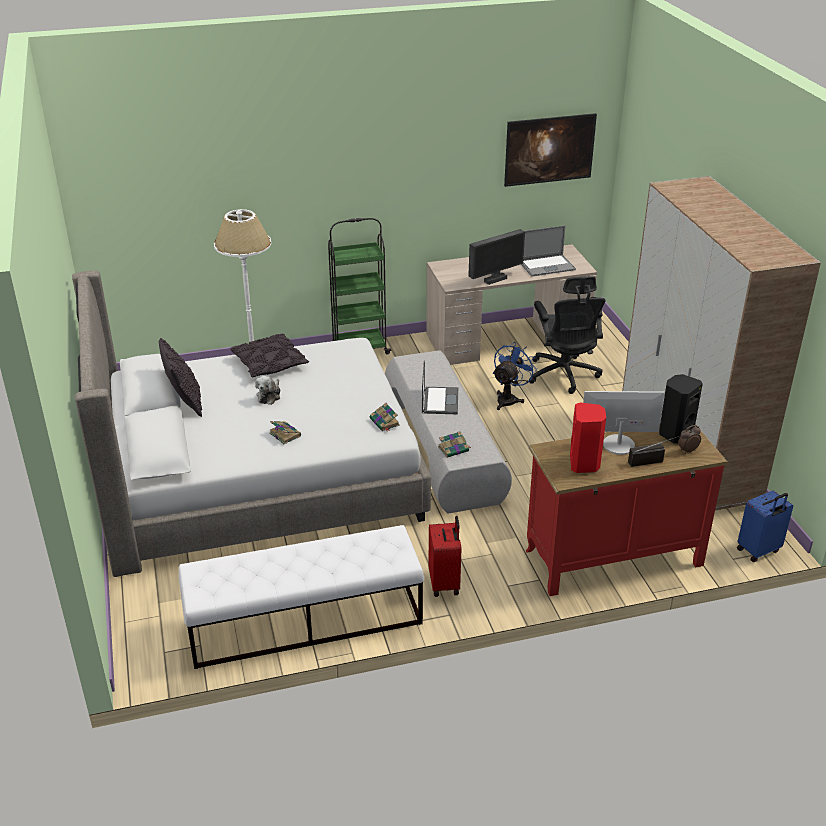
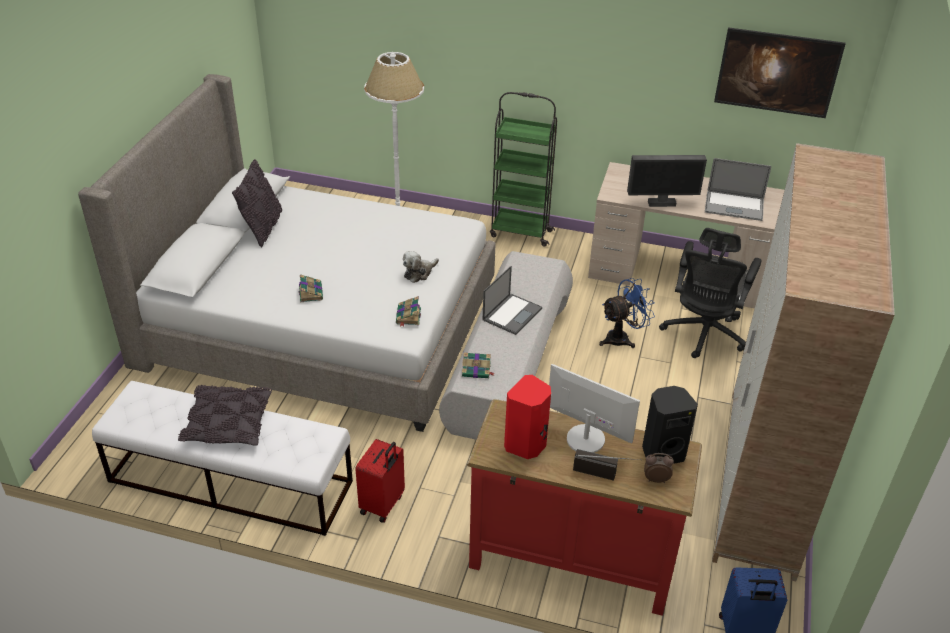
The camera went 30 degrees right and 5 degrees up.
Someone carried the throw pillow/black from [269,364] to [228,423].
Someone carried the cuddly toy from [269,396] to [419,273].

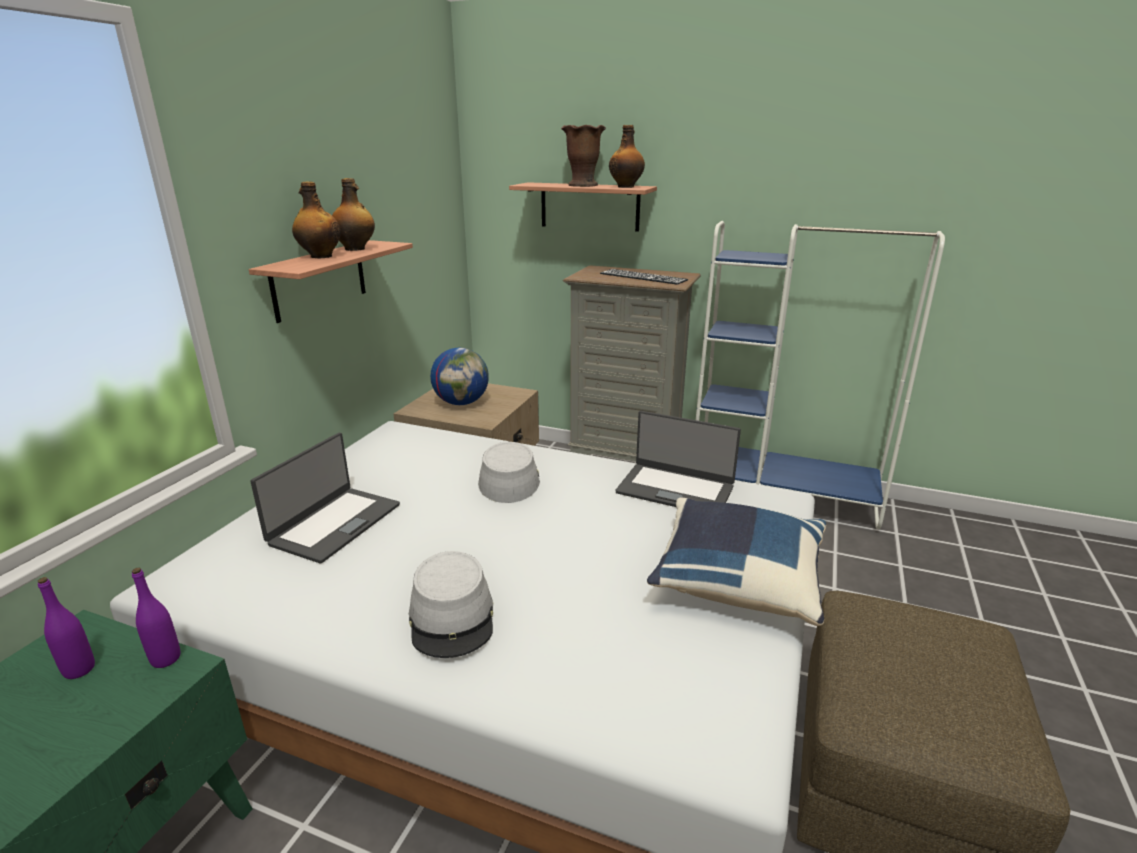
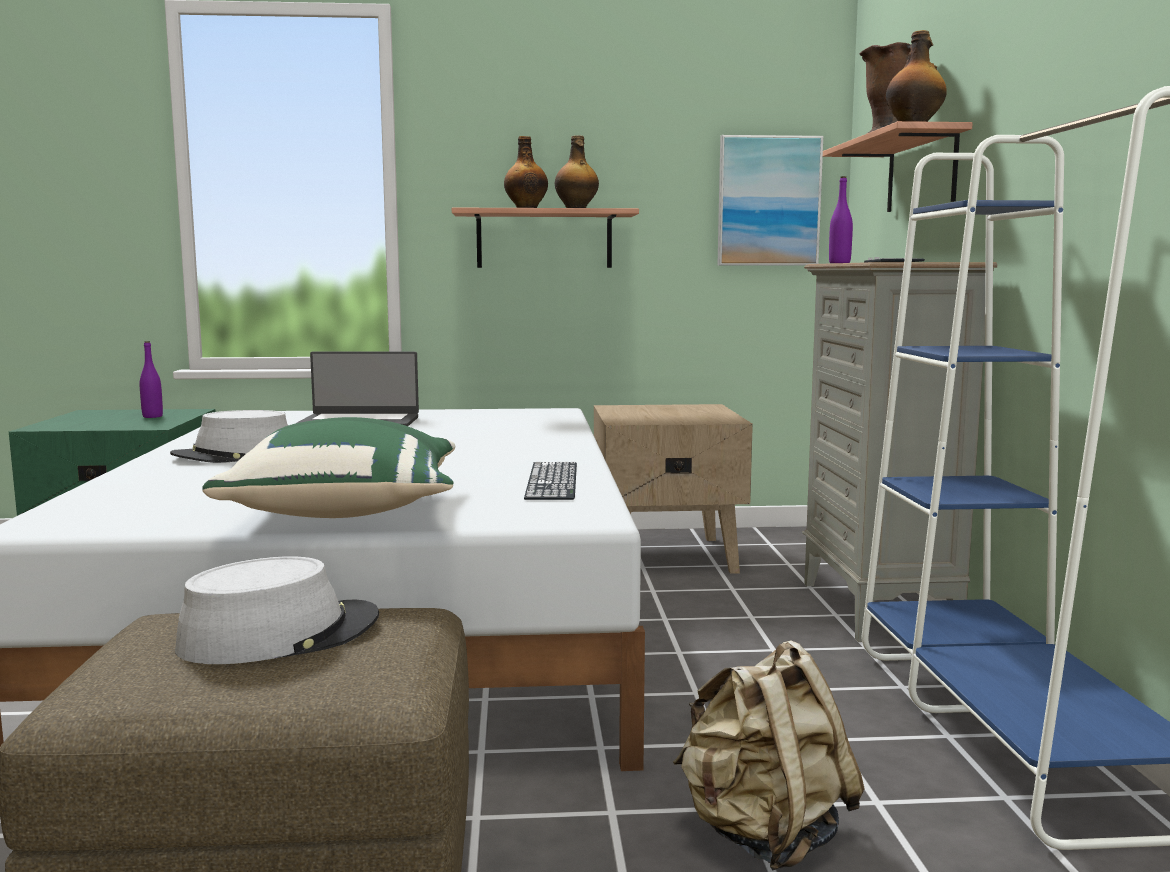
The camera went 65 degrees right and 15 degrees down.
Someone took away the desk globe at [462,403].
Someone swapped the notebook computer at [675,489] for the computer keyboard at [552,480].
Someone carried the wearable hat/grey from [508,479] to [280,634].
Someone repainted the throw pillow/blue at [736,580], which became the throw pillow/green-coloured at [348,511].
Someone carried the drink bottle/purplish from [166,659] to [839,263].
Someone put up the wall art at [768,201].
Someone put down the rucksack/beige at [764,835].

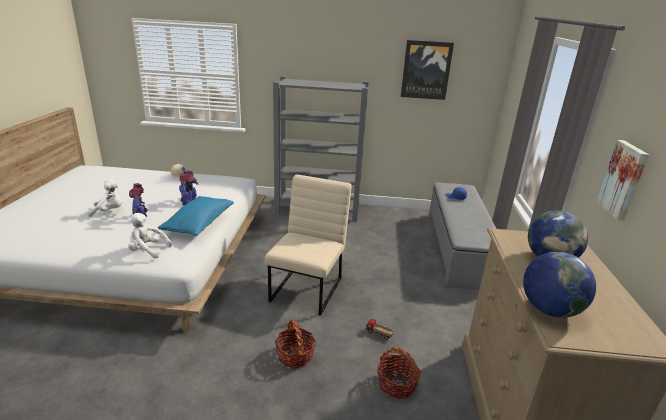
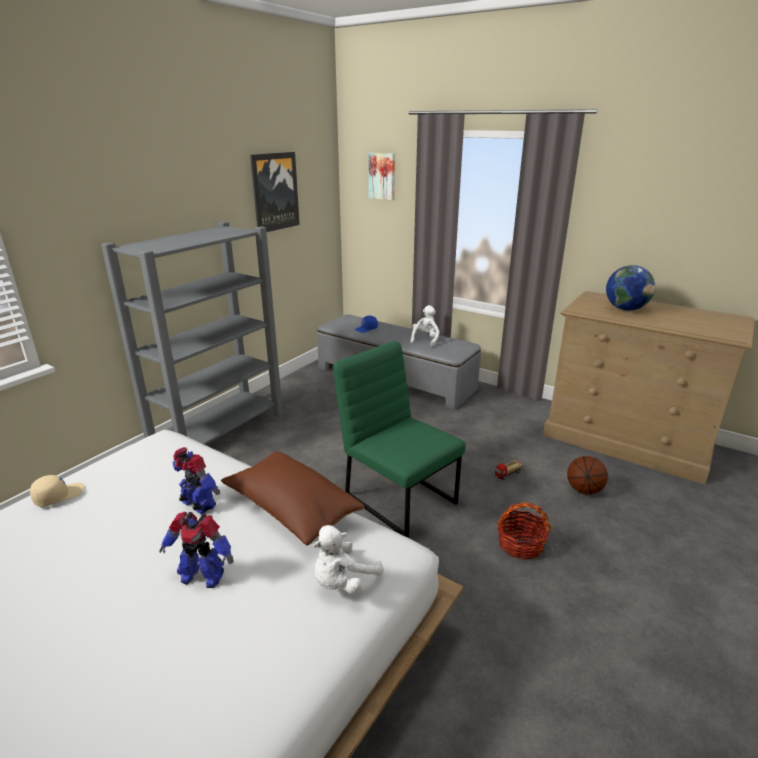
The camera went 60 degrees left and 0 degrees up.
Someone carried the wall art from [624,179] to [382,176].
Someone repainted the plain chair/beige at [308,288], which became the plain chair/green-coloured at [398,497].
Someone carried the cuddly toy/whitish from [109,211] to [425,340].
Someone repainted the throw pillow/blue at [199,224], which became the throw pillow/brown-coloured at [291,509].
Someone took away the desk globe at [549,309].
Someone swapped the basket at [396,384] for the basketball ball at [584,490].

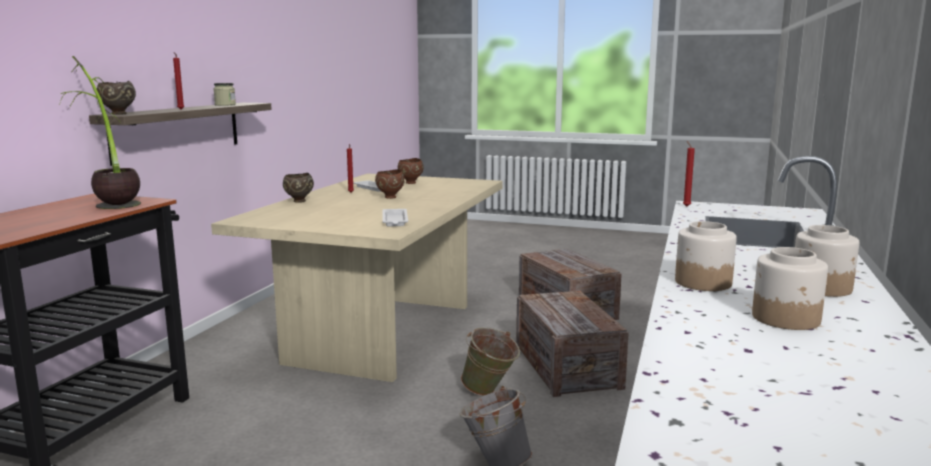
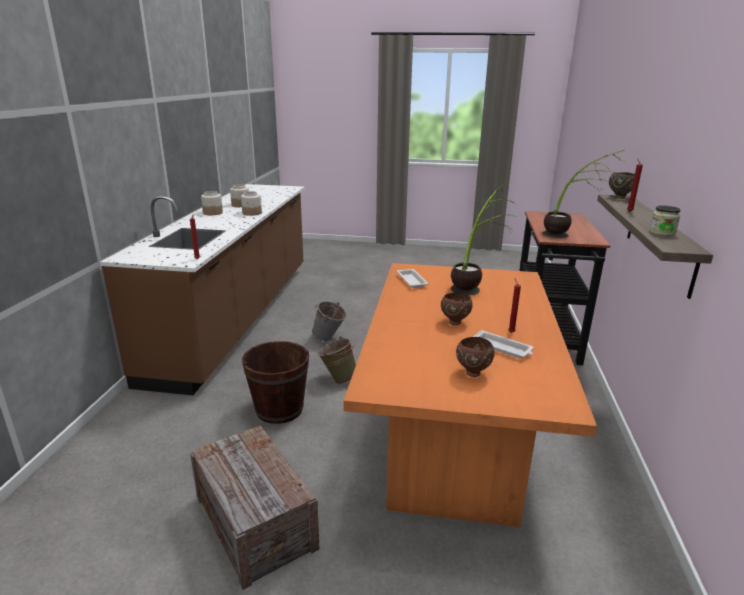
The camera went 170 degrees right and 10 degrees up.
Someone repainted the kitchen table/beige at [383,333], which became the kitchen table/orangey at [452,441].
Someone took away the serving bowl/brown-coloured at [298,201].
Someone swapped the shipping crate at [567,367] for the pail/brown-coloured at [279,409].
Someone put down the plant in a pot at [476,285].

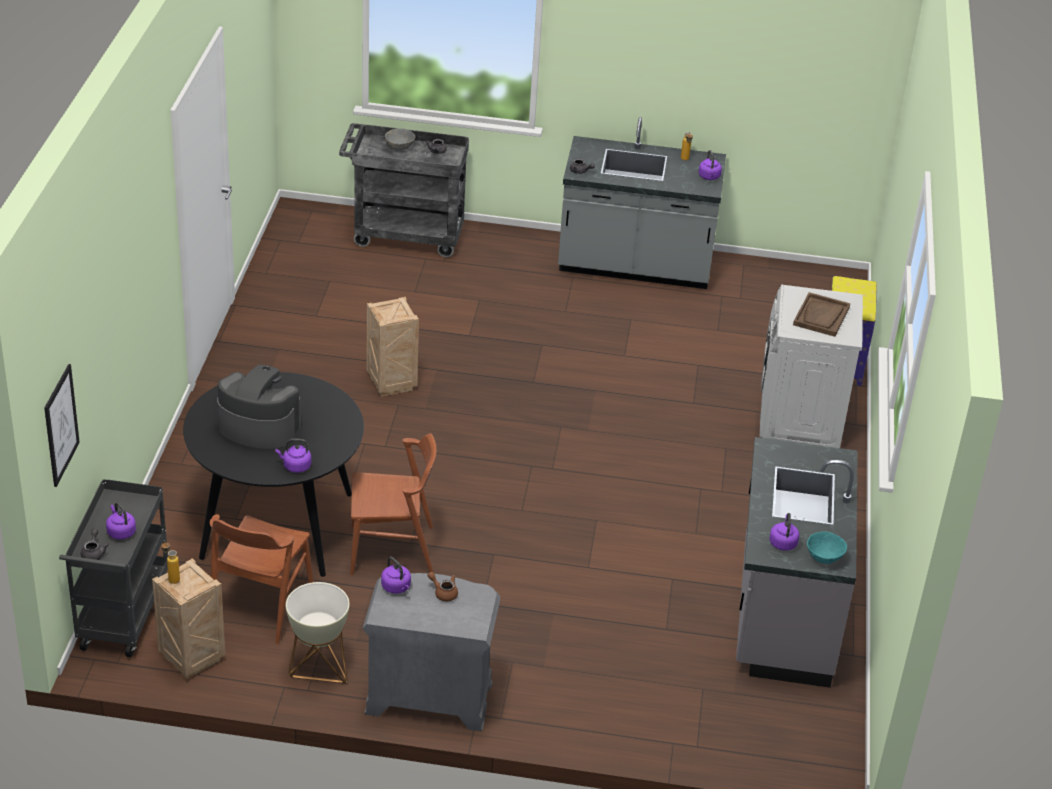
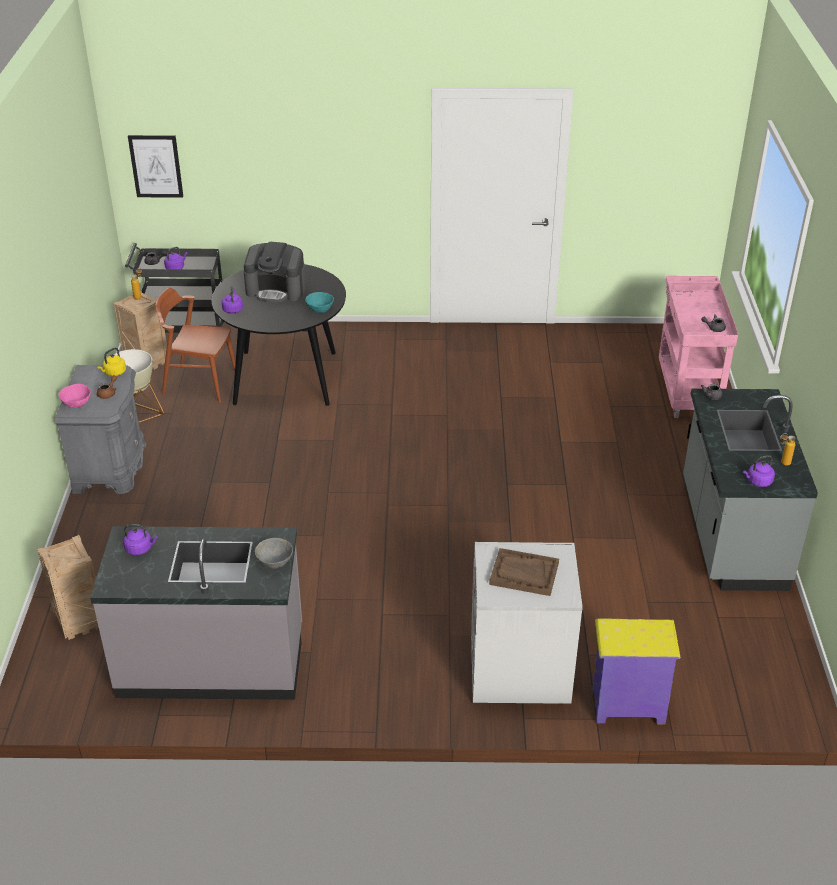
The camera went 85 degrees right and 0 degrees up.
Someone repainted the trolley/black at [403,240], which became the trolley/pink at [686,391].
Someone carried the serving bowl/grey from [399,147] to [275,562].
Someone carried the shipping crate from [390,383] to [81,621].
Someone rotated the coffee machine at [258,426] by 90 degrees clockwise.
Someone took away the plain chair/brown-coloured at [392,550].
Someone carried the serving bowl/turquoise from [824,557] to [320,309].
Someone repainted the tea kettle/purplish at [397,587], which became the tea kettle/yellow-coloured at [114,373].
Someone put down the serving bowl/pink at [76,404].

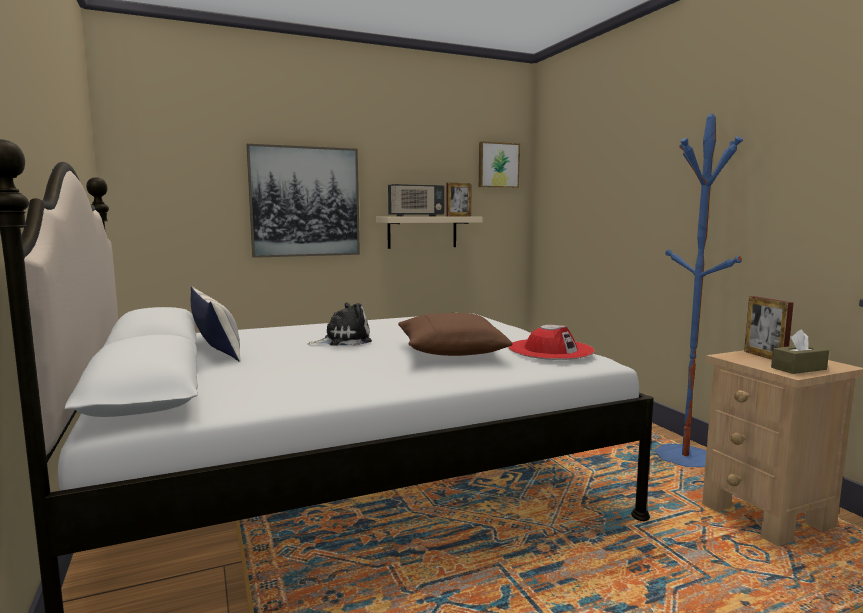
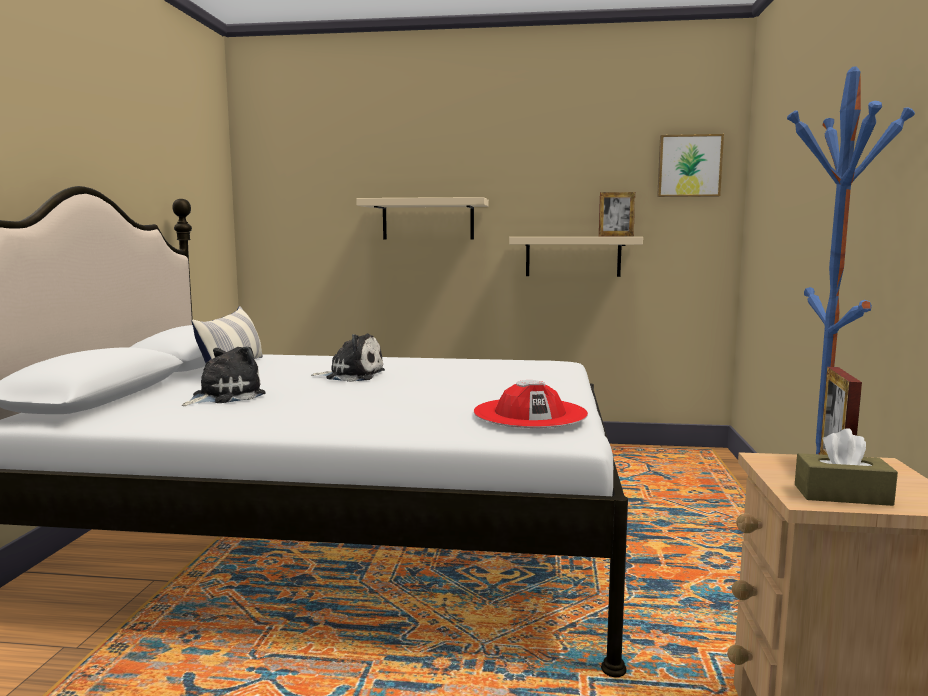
The camera went 30 degrees right and 0 degrees up.
Someone swapped the wall art at [305,202] for the wall shelf/beige at [428,219].
Someone took away the radio set at [416,216].
Someone took away the throw pillow/brown-coloured at [451,352].
Someone put down the cuddly toy at [224,396].

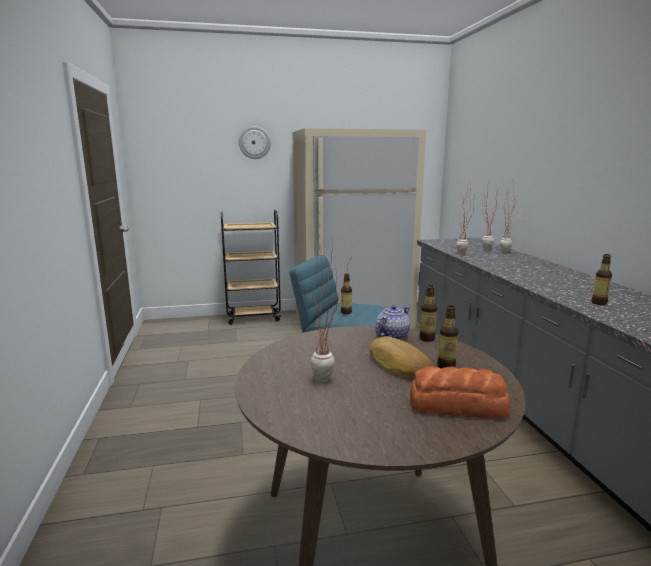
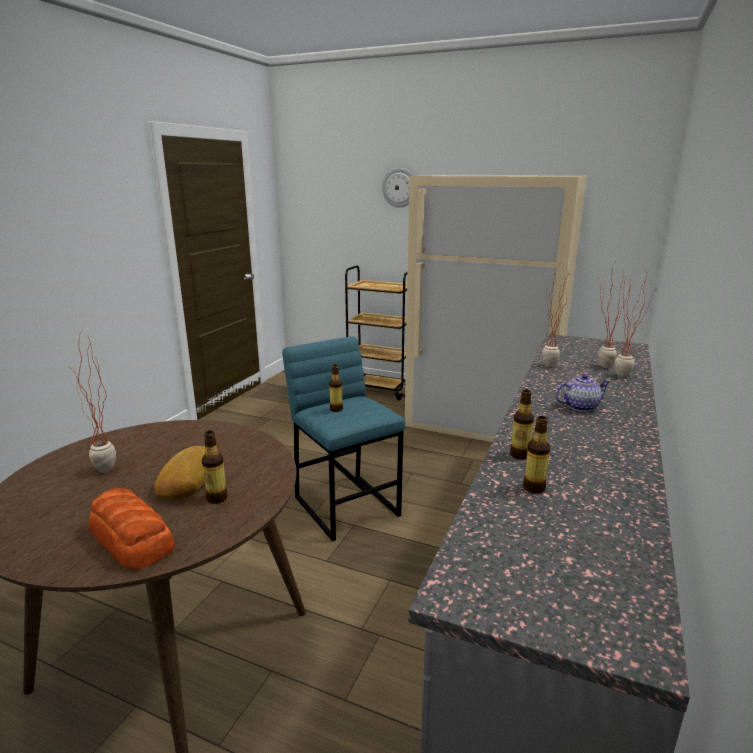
The camera went 35 degrees right and 5 degrees up.
Someone carried the drink bottle from [427,339] to [520,455].
Someone carried the tea pot from [391,336] to [579,406].

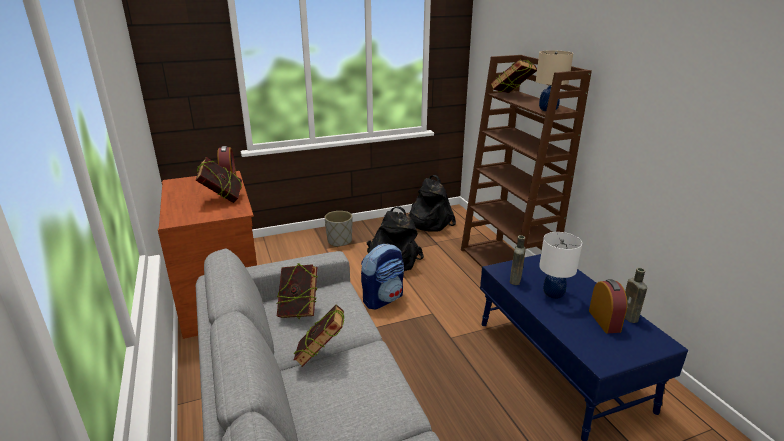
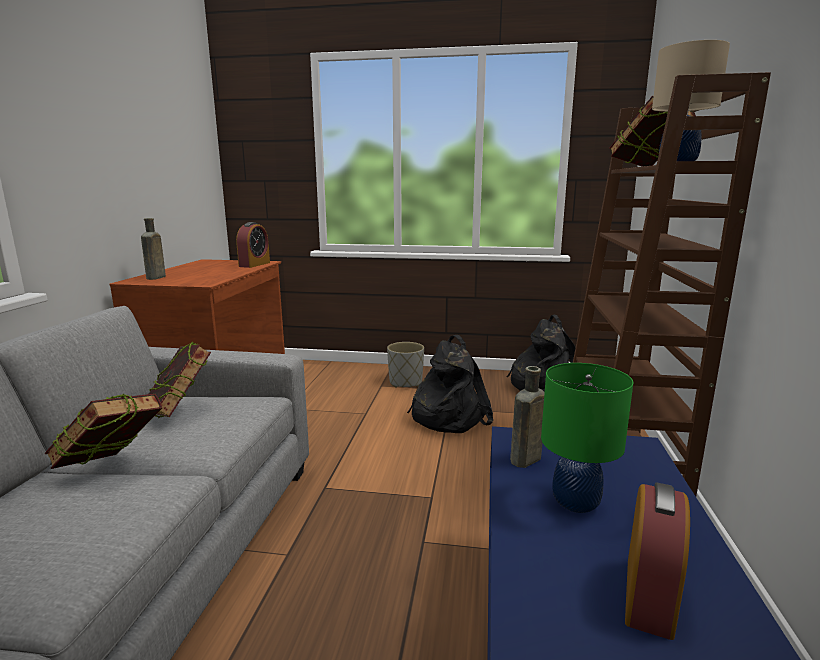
The camera went 30 degrees right and 10 degrees down.
Someone took away the book at [222,199].
Someone repainted the table lamp/whitish at [553,294], which became the table lamp/green-coloured at [577,503].
Someone took away the rucksack at [383,299].
Someone carried the drink bottle/brown-coloured from [630,317] to [155,278].

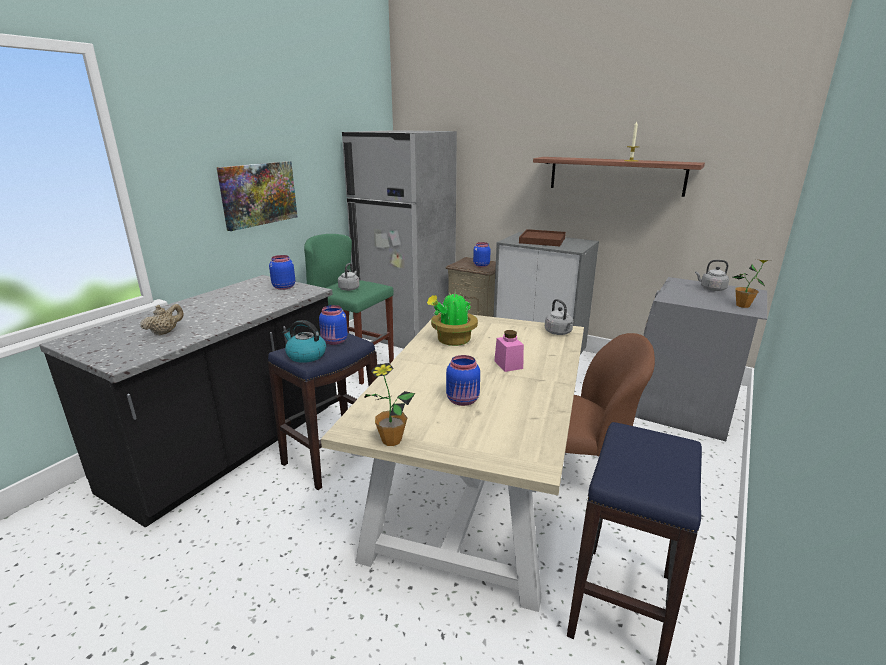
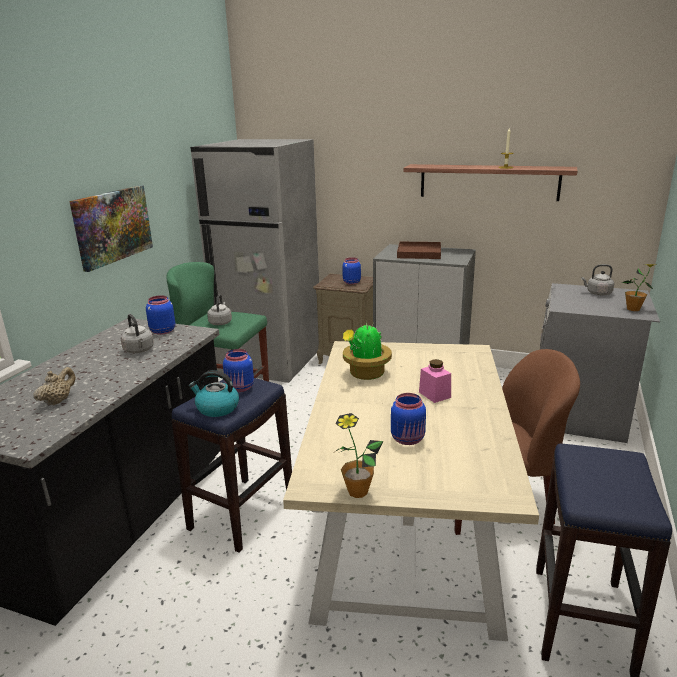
The camera went 10 degrees left and 0 degrees up.
Someone carried the tea kettle/grey from [559,333] to [139,350].

